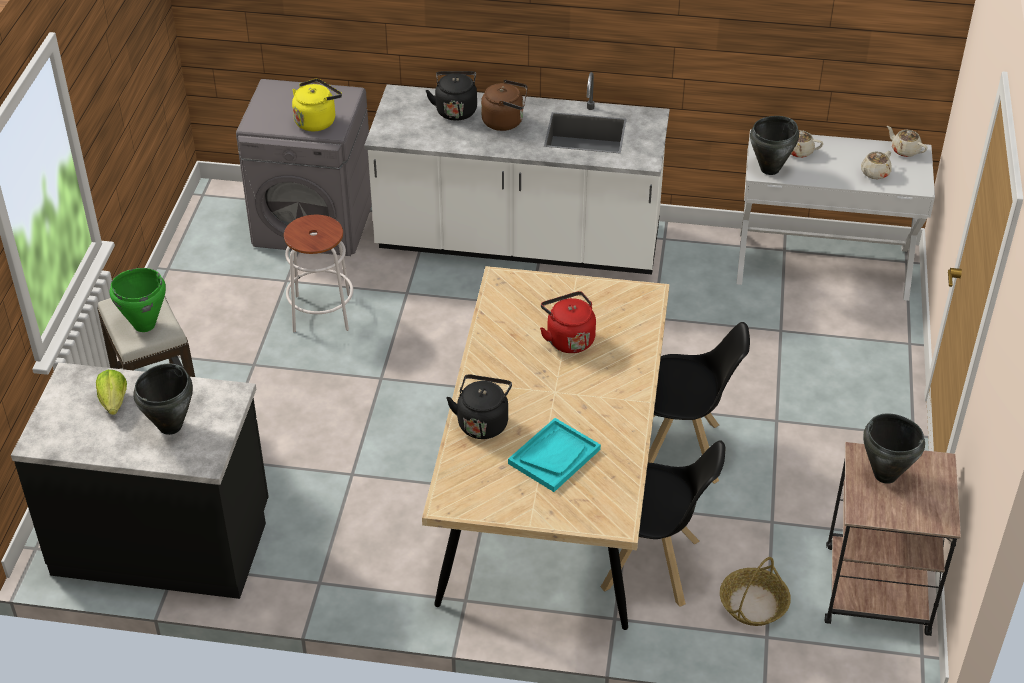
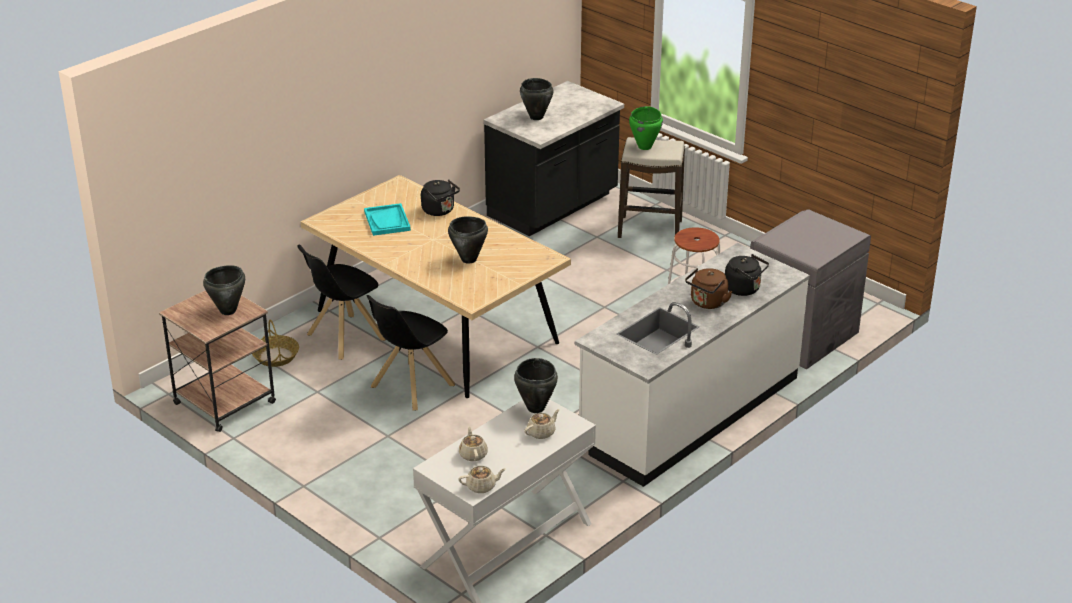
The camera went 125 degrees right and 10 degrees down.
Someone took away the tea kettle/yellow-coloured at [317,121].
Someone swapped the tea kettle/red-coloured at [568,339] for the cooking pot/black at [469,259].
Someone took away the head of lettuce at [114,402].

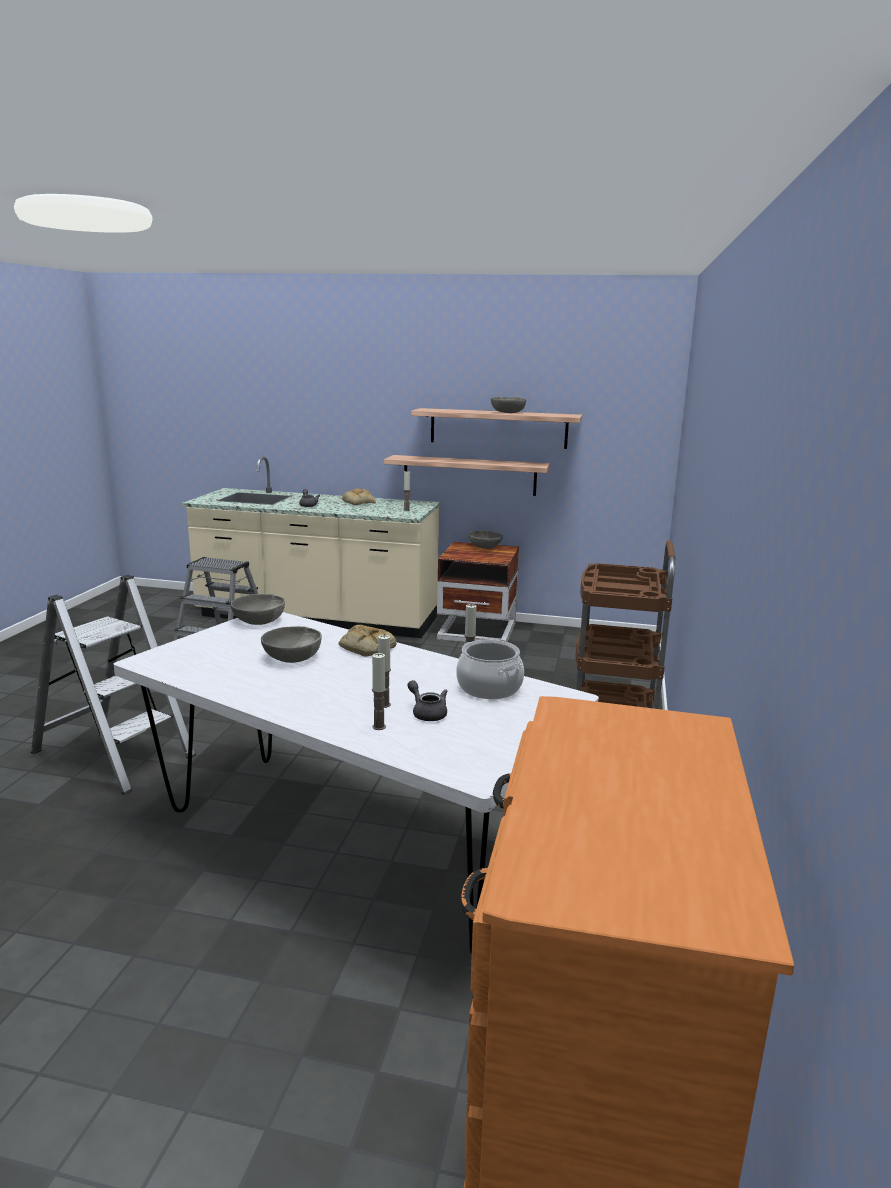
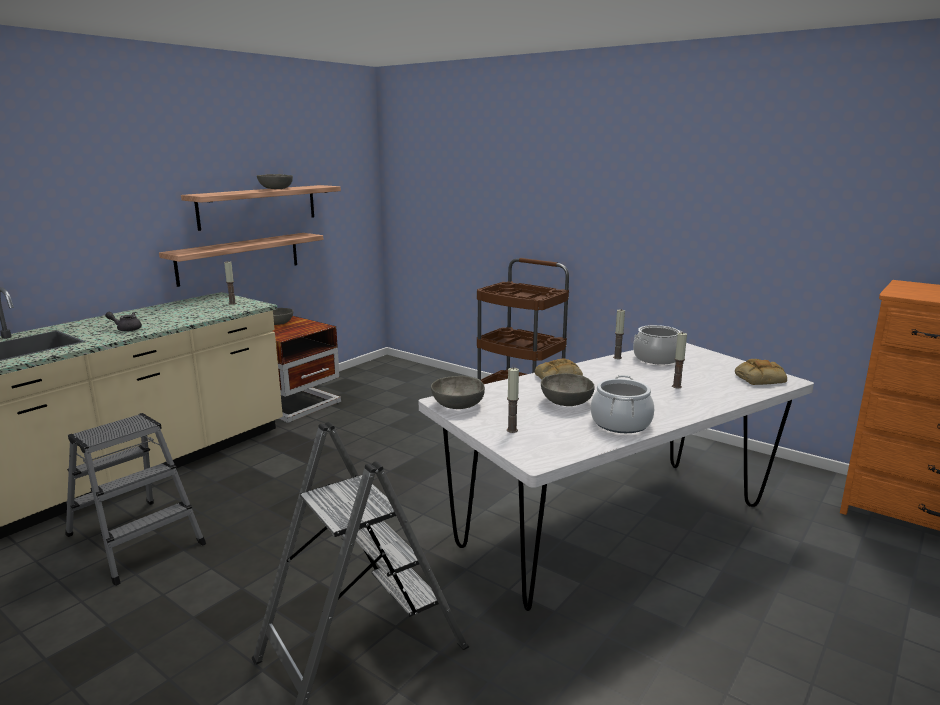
The camera went 65 degrees left and 0 degrees up.
Someone carried the bakery bread from [359,502] to [759,378].
Someone carried the wax light from [379,727] to [512,430].
Someone took away the tea pot/grey at [427,713].
Someone put down the cooking pot at [621,423].

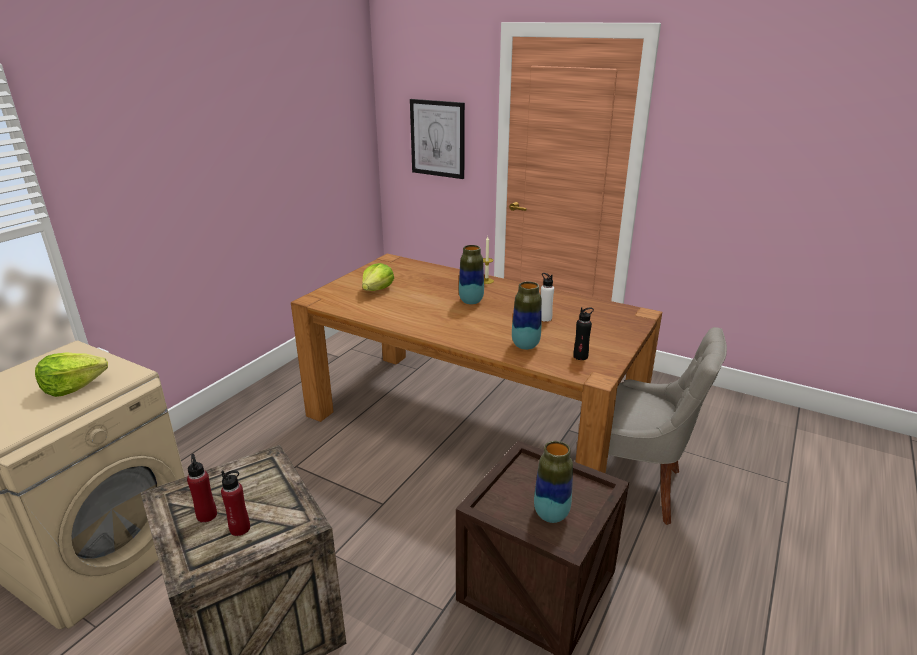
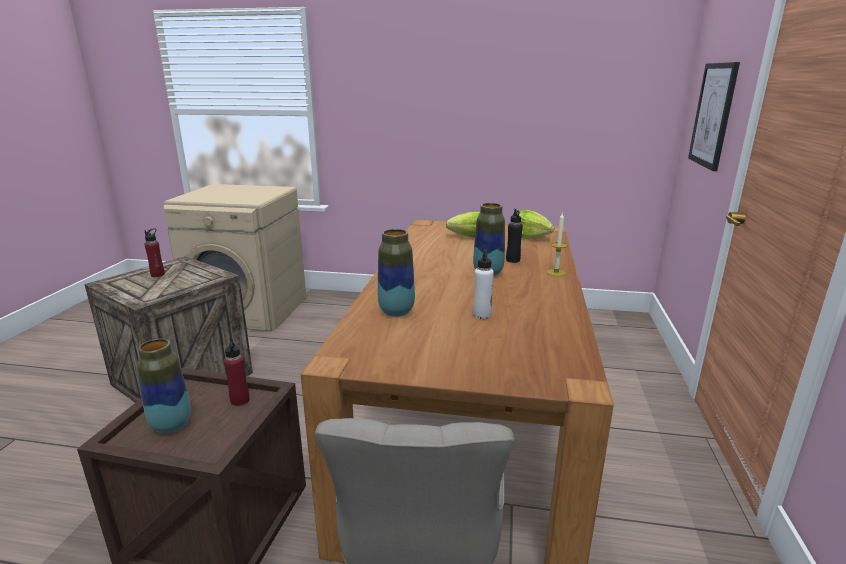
The camera went 70 degrees right and 5 degrees down.
Someone carried the drink bottle/black from [580,356] to [513,260].
Someone carried the head of lettuce from [73,386] to [529,237].
Someone carried the drink bottle/red-coloured from [240,528] to [240,400].

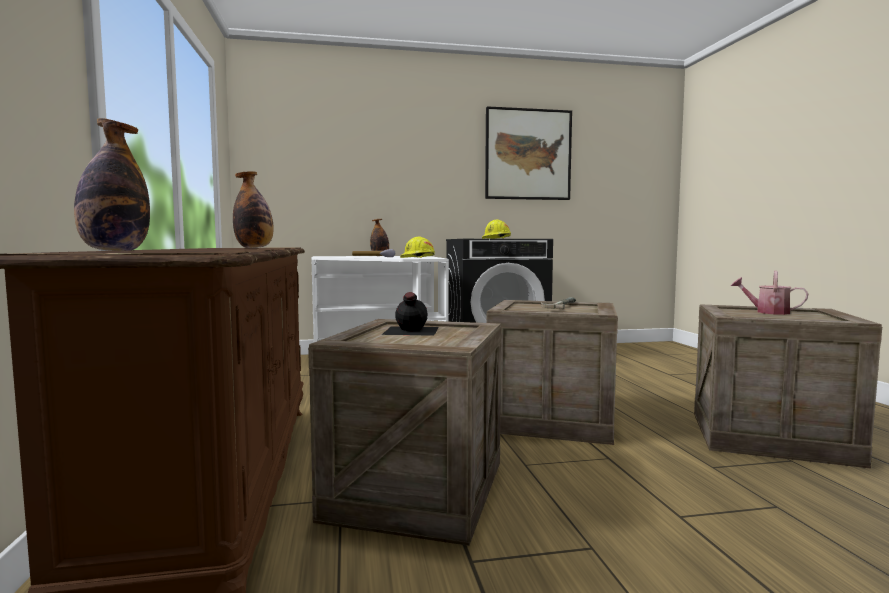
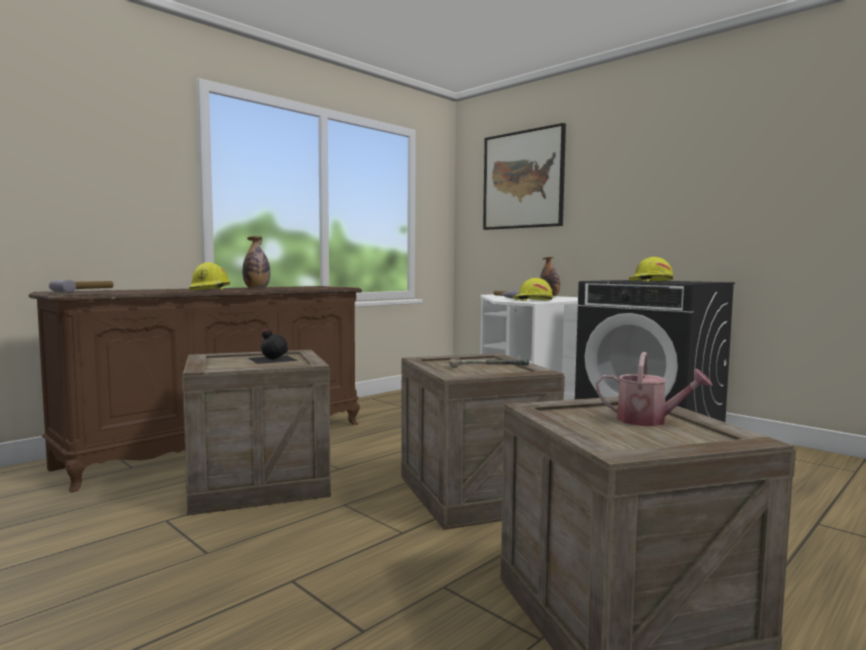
The camera went 55 degrees right and 0 degrees up.
Someone carried the wall art from [528,154] to [523,180].
Someone swapped the drink bottle at [114,251] for the hand hammer at [82,291].
Someone rotated the sprinkling can at [767,312] by 120 degrees clockwise.
Someone put down the work helmet/yellow-coloured at [210,289].

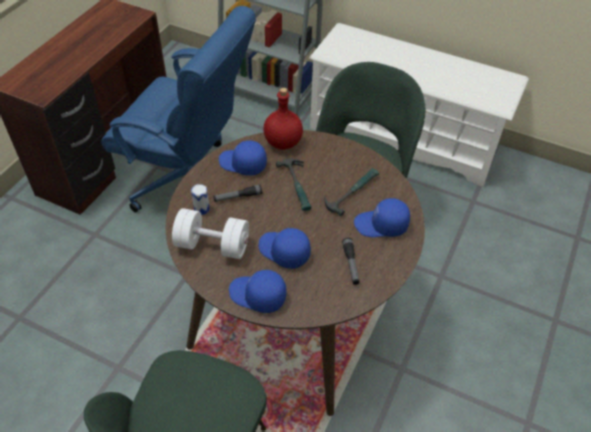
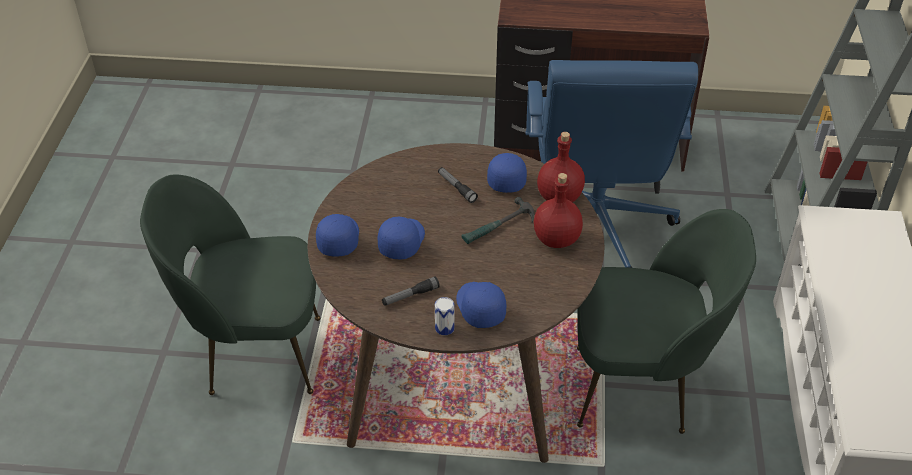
The camera went 70 degrees right and 5 degrees down.
Someone took away the hand hammer at [351,192].
Someone carried the metal can from [201,209] to [444,328].
Someone took away the hand weight/whitish at [212,245].
Someone put down the drink bottle/red-coloured at [557,239].

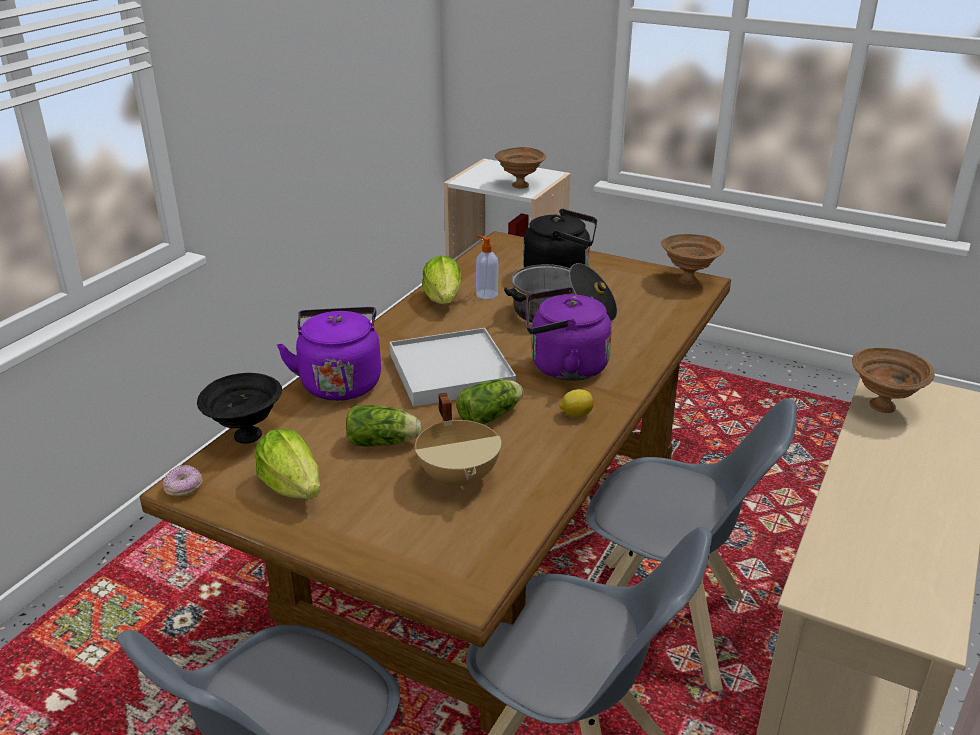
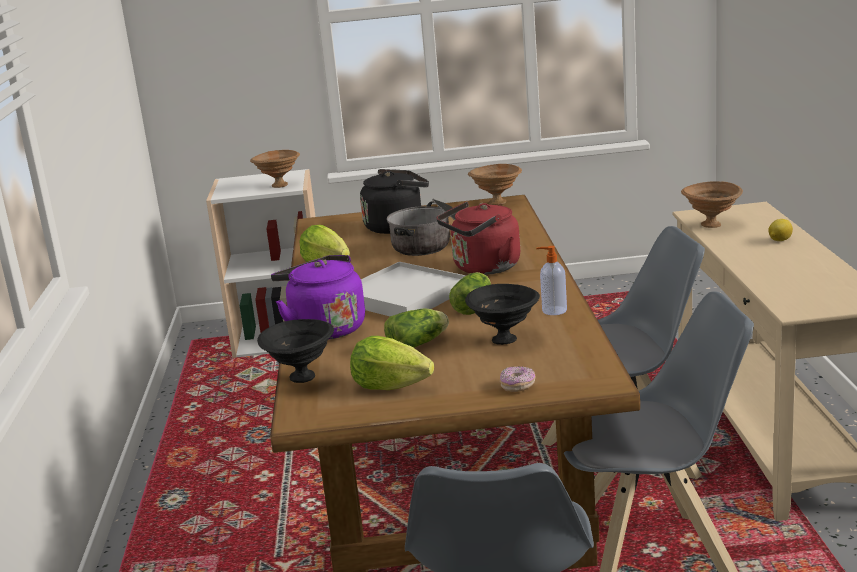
The camera went 30 degrees left and 10 degrees down.
Someone carried the soap dispenser from [486,294] to [553,311].
Someone repainted the tea kettle/purplish at [563,367], which became the tea kettle/red-coloured at [483,268].
Someone carried the whole lemon from [576,414] to [779,240].
Someone swapped the cooking pot/beige at [460,477] for the serving bowl/black at [505,339].
Someone carried the doughnut from [184,488] to [517,386].

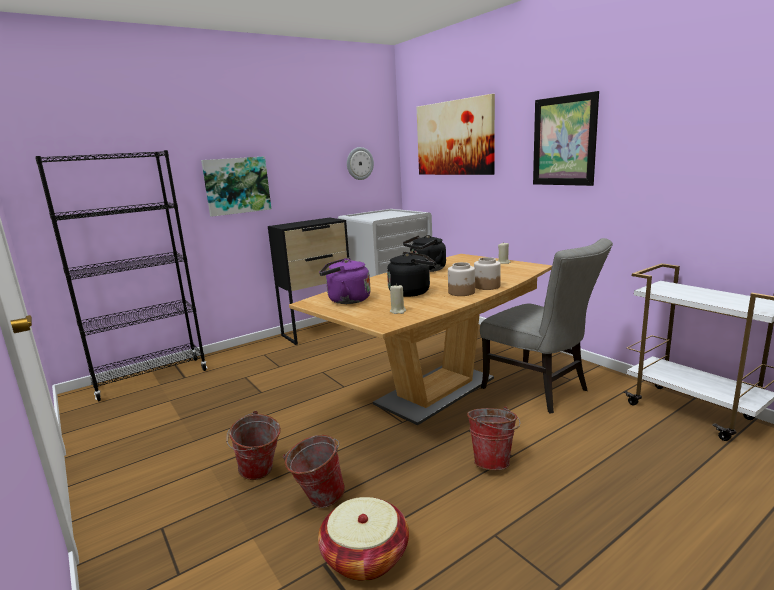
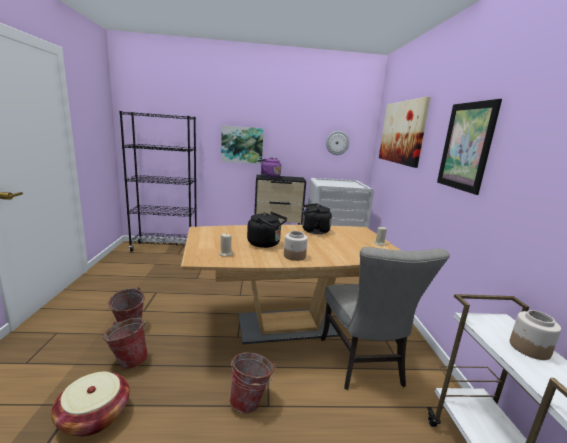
The camera went 30 degrees right and 0 degrees up.
Someone carried the preserve jar from [486,286] to [529,348].
Someone carried the tea kettle/purplish from [346,300] to [269,177].

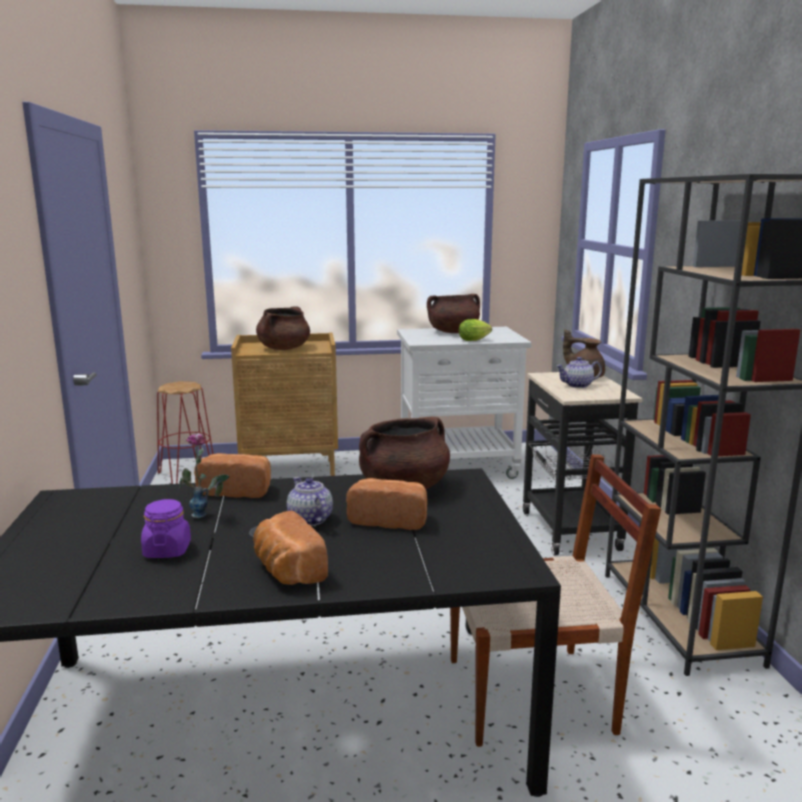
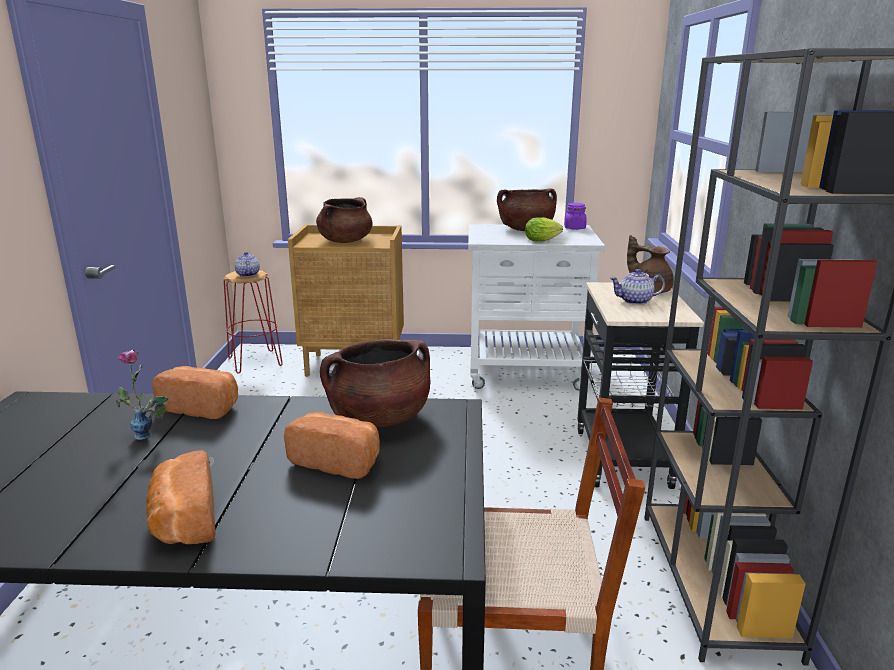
The camera went 10 degrees right and 5 degrees up.
Someone carried the tea pot from [309,519] to [247,275].
Someone carried the preserve jar/purplish from [167,550] to [574,228].

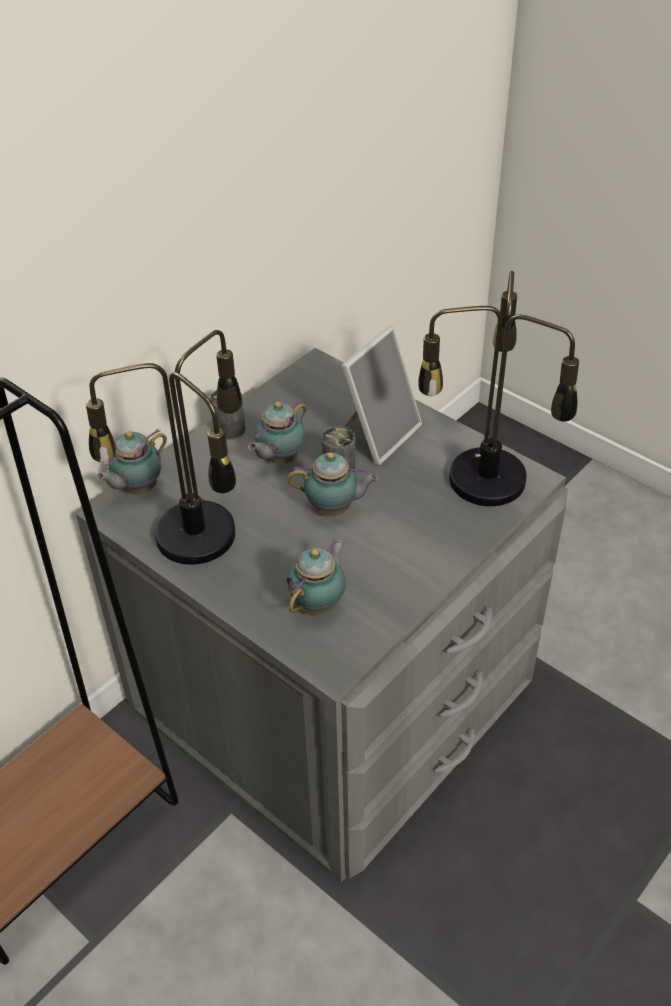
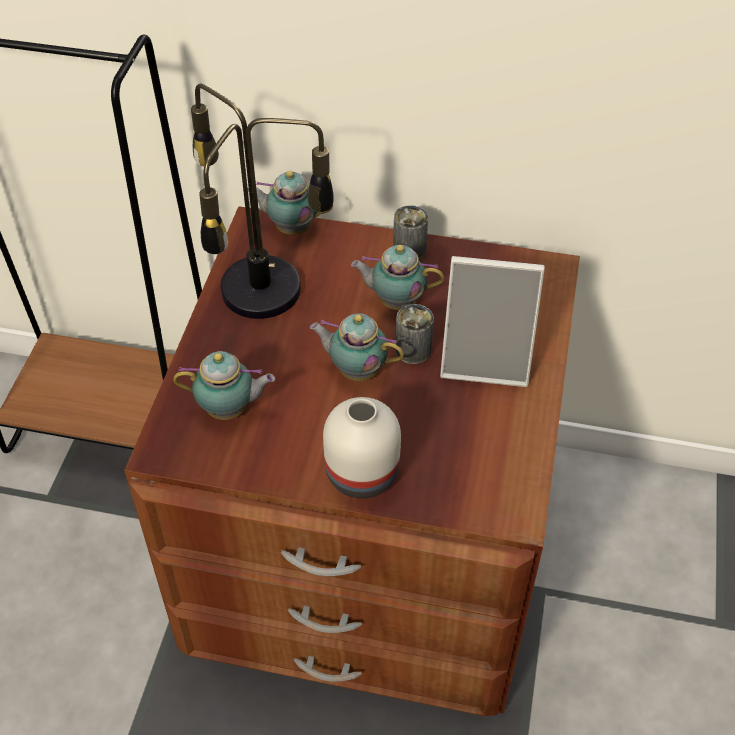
The camera went 60 degrees right and 5 degrees up.
Someone took away the table lamp at [488,478].
Someone repainted the drawer chest/grey at [334,692], which became the drawer chest/brown-coloured at [370,547].
Someone rotated the tea pot at [334,510] by 135 degrees clockwise.
Someone put down the vase/whitish at [361,472].

